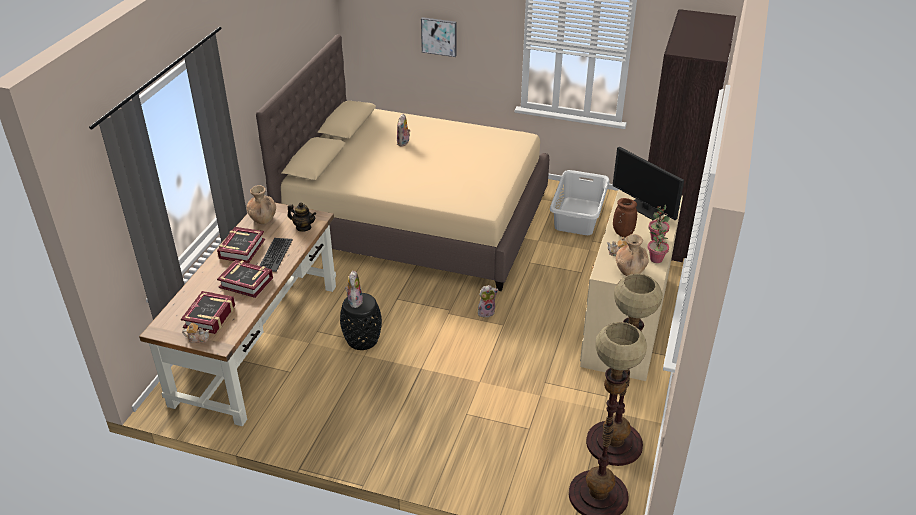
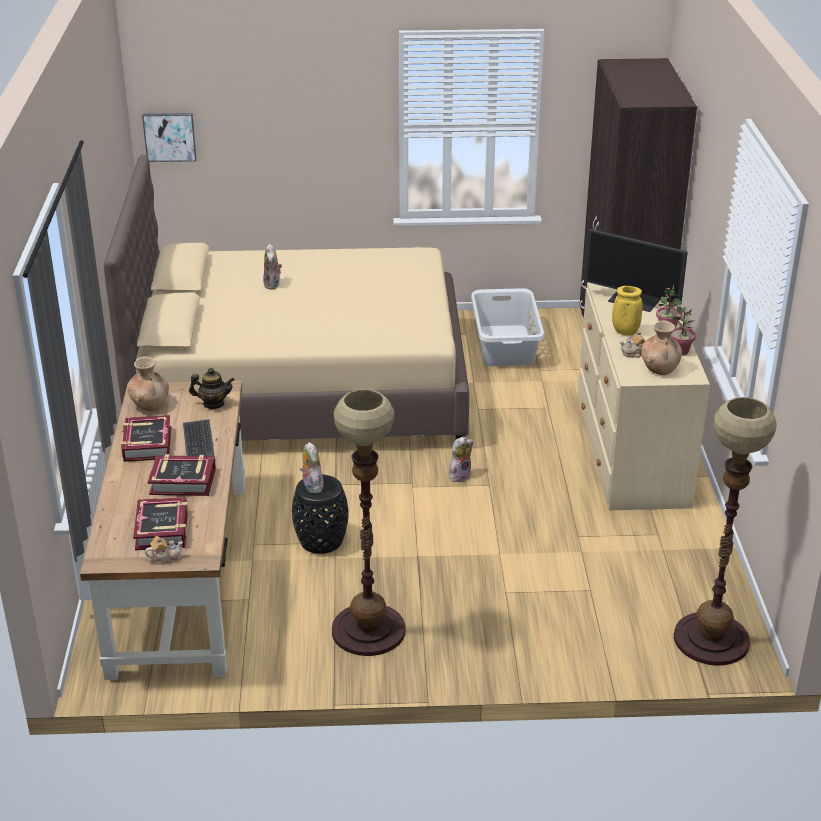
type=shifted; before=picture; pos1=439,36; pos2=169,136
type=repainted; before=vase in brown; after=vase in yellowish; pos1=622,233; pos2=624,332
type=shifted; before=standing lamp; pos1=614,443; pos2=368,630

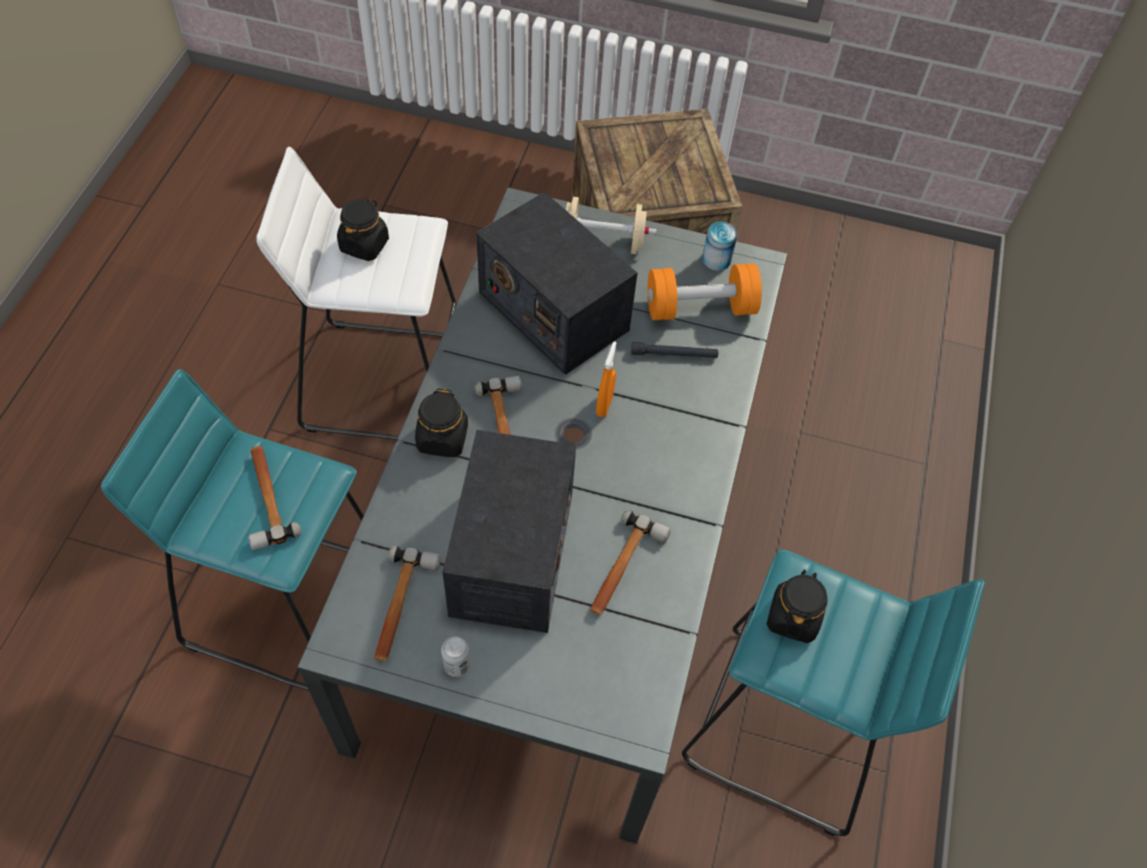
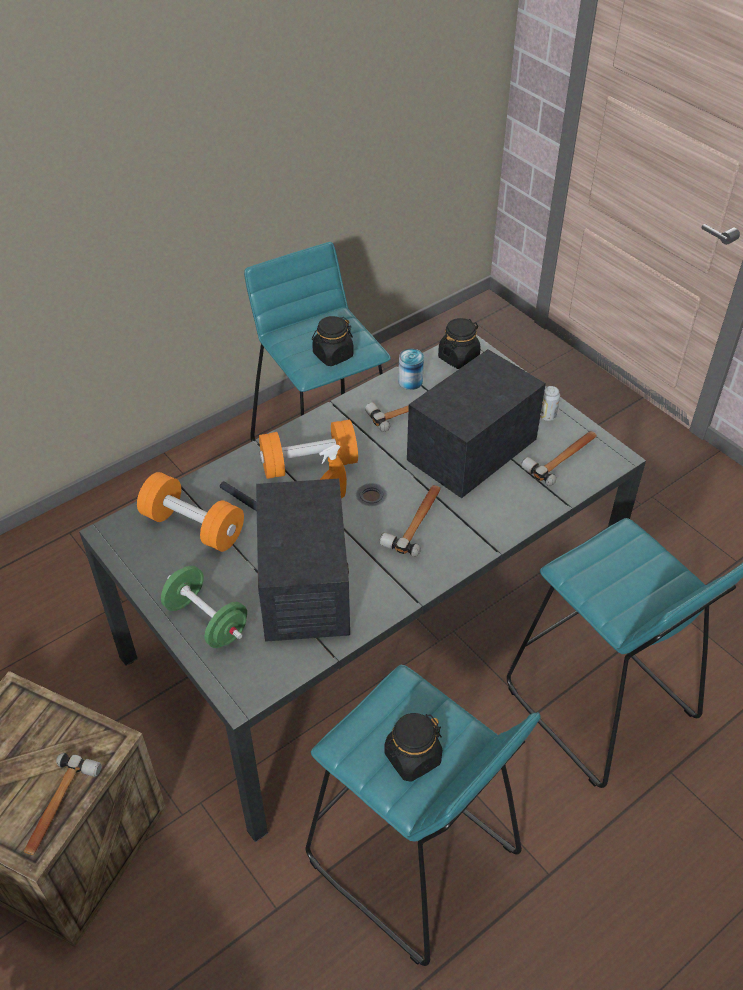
type=repainted; before=stool in whitish; after=stool in turquoise-coloured; pos1=384,381; pos2=412,859
type=repainted; before=hand weight in beige-coloured; after=hand weight in greenish; pos1=603,242; pos2=207,621
type=shifted; before=sealed can; pos1=716,259; pos2=410,381
type=shifted; before=jar in blackish; pos1=442,438; pos2=458,357
type=shifted; before=hammer; pos1=266,498; pos2=58,807
type=new; after=hand weight in orange-coloured; pos2=309,464

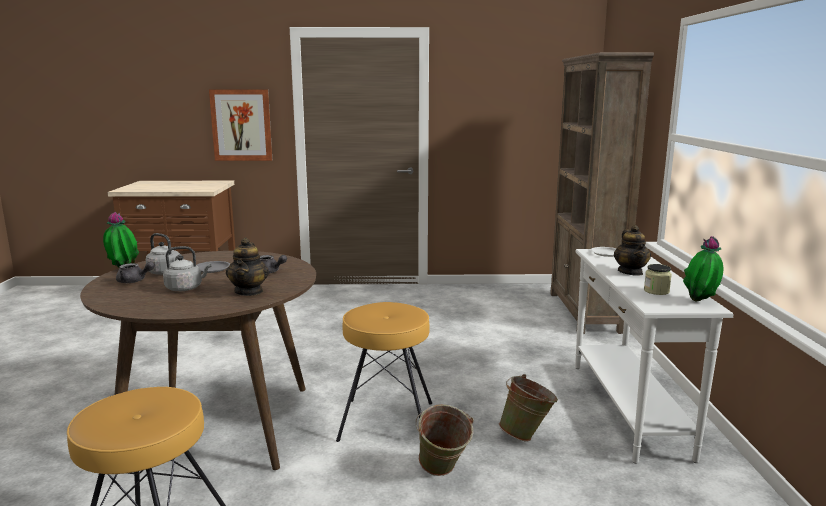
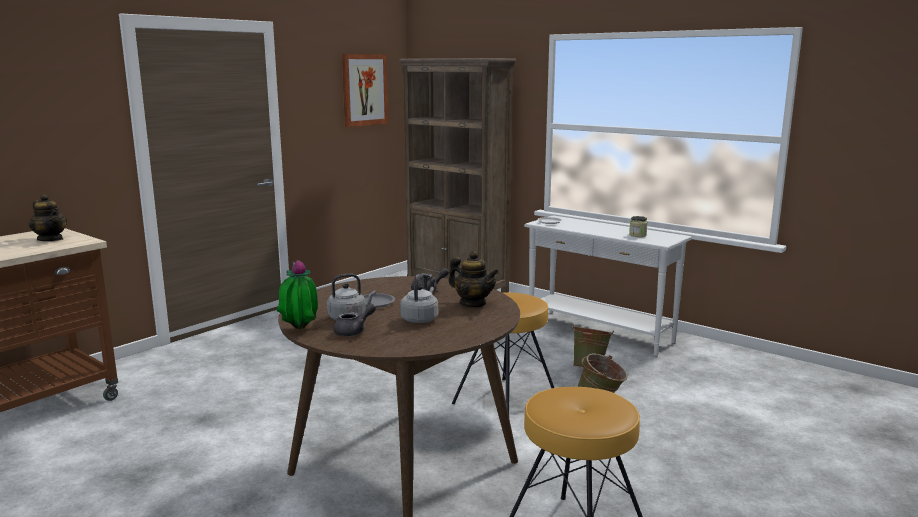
type=shifted; before=picture; pos1=241,125; pos2=364,90
type=shifted; before=pot for tea; pos1=630,272; pos2=50,239
type=gone; before=houseplant; pos1=700,302

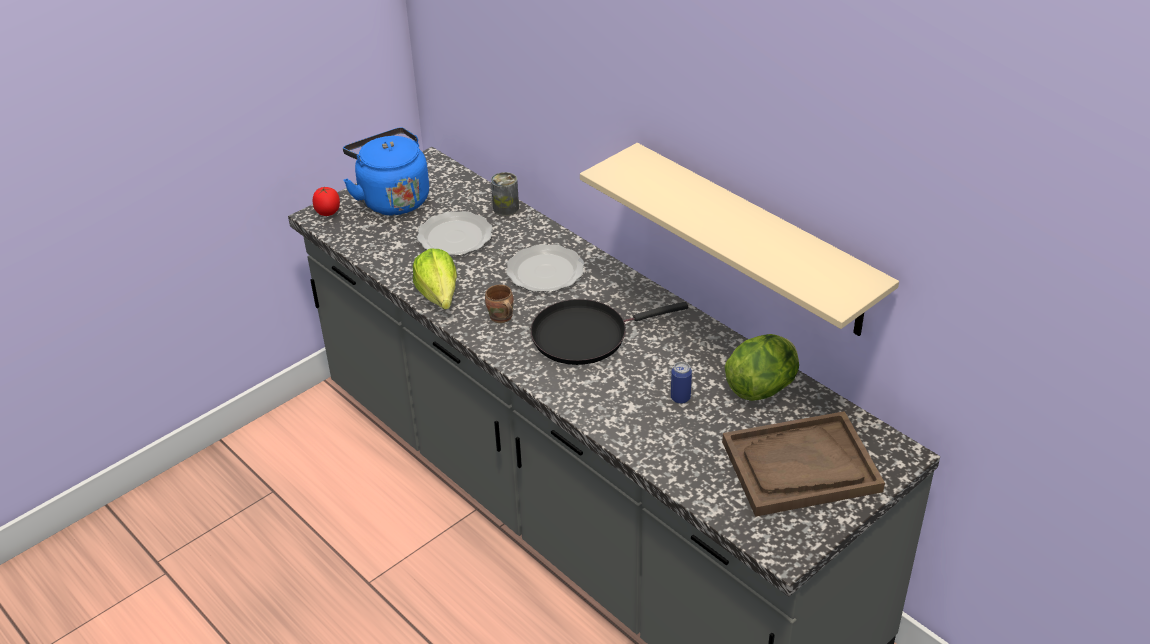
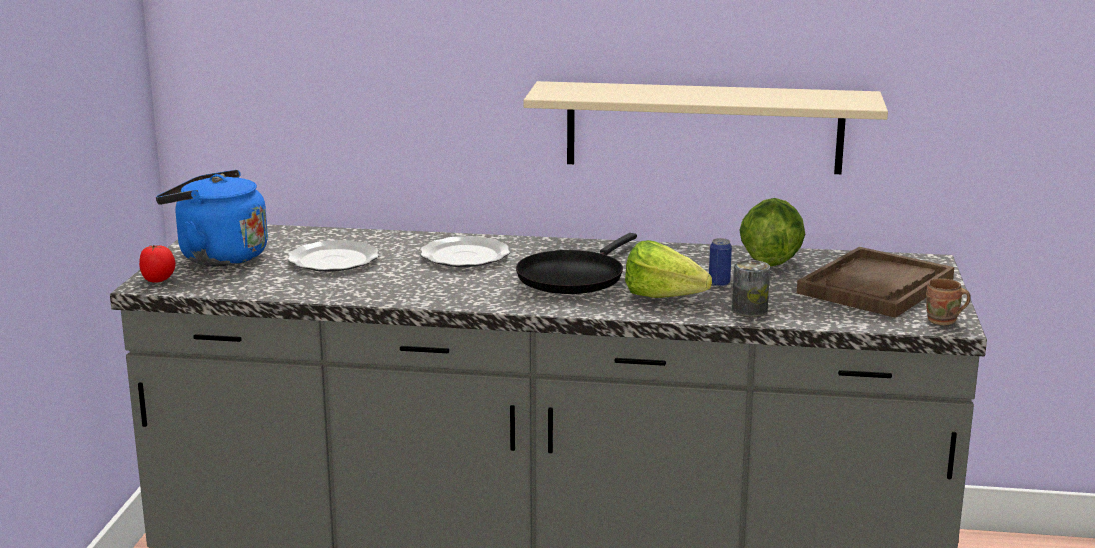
type=shifted; before=sealed can; pos1=506,208; pos2=749,310
type=shifted; before=lettuce head; pos1=439,300; pos2=669,299
type=shifted; before=mug in brown; pos1=500,318; pos2=943,321

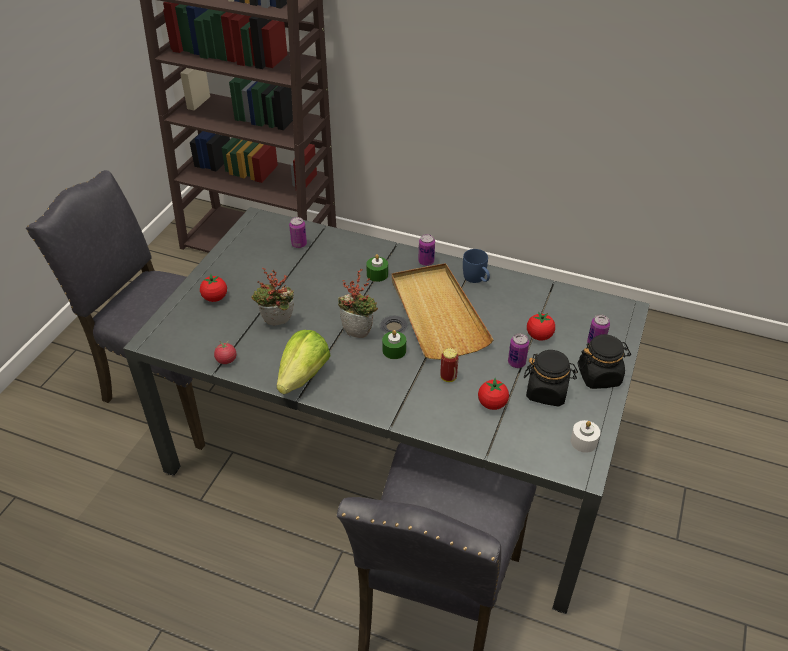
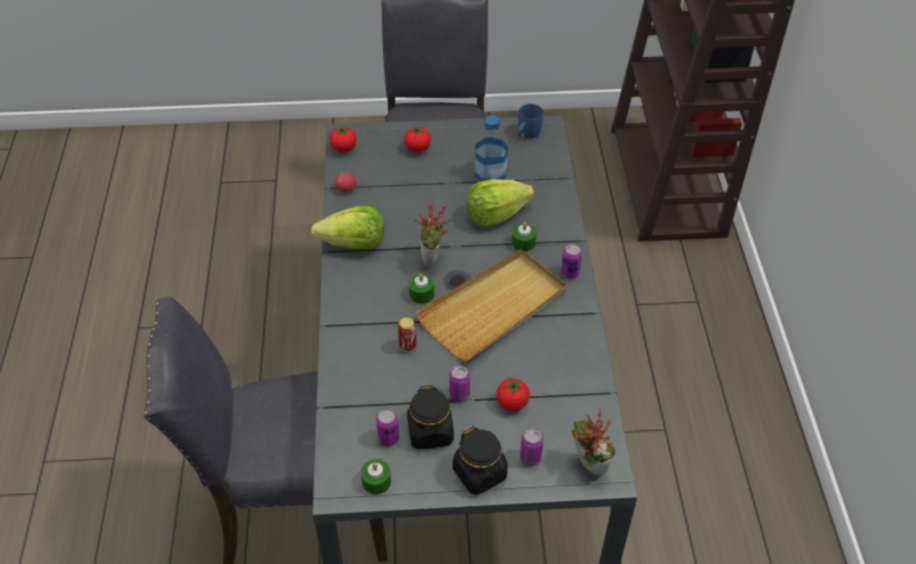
type=shifted; before=sealed can; pos1=299,244; pos2=388,438
type=shifted; before=mug in bluish; pos1=476,279; pos2=527,134
type=shifted; before=houseplant; pos1=277,324; pos2=587,467
type=shifted; before=tomato; pos1=492,404; pos2=344,148
type=repainted; before=wax light in whitish; after=wax light in greenish; pos1=583,441; pos2=376,481
type=new; after=beverage bottle; pos2=490,173
type=new; after=lettuce head; pos2=496,215

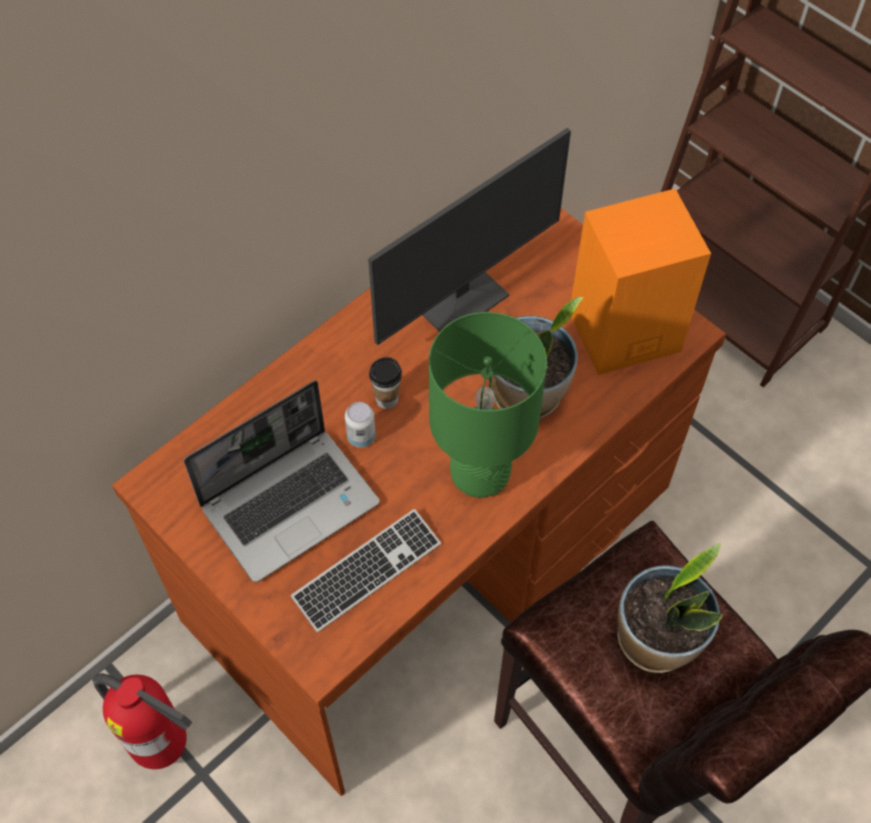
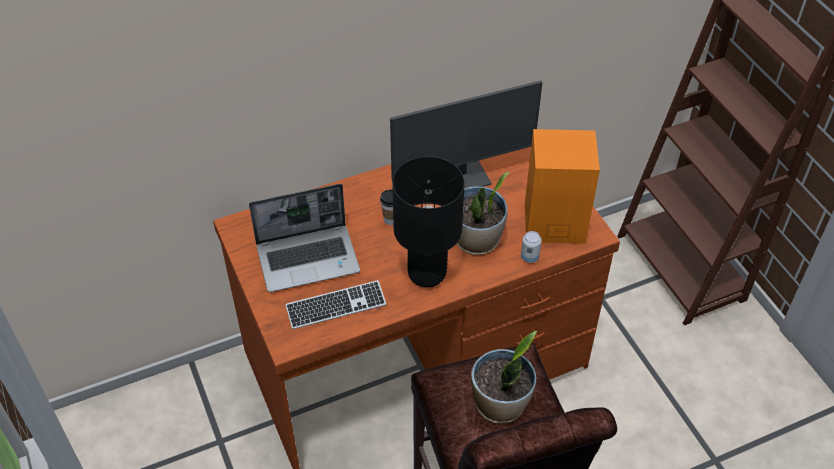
type=repainted; before=table lamp in greenish; after=table lamp in blackish; pos1=479,475; pos2=427,275
type=shifted; before=sealed can; pos1=361,437; pos2=529,257
type=gone; before=fire extinguisher; pos1=163,745

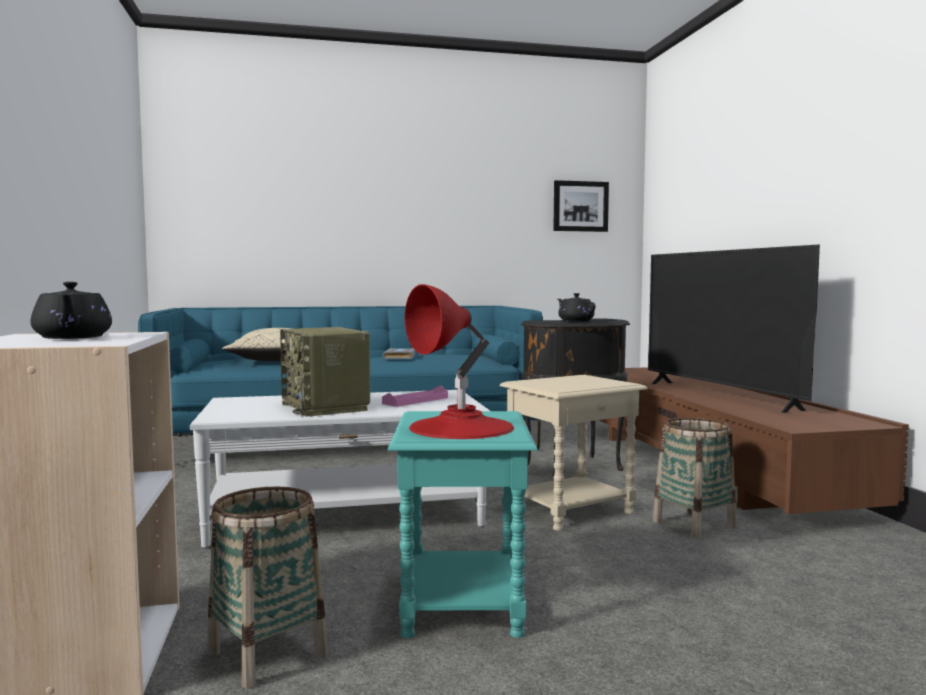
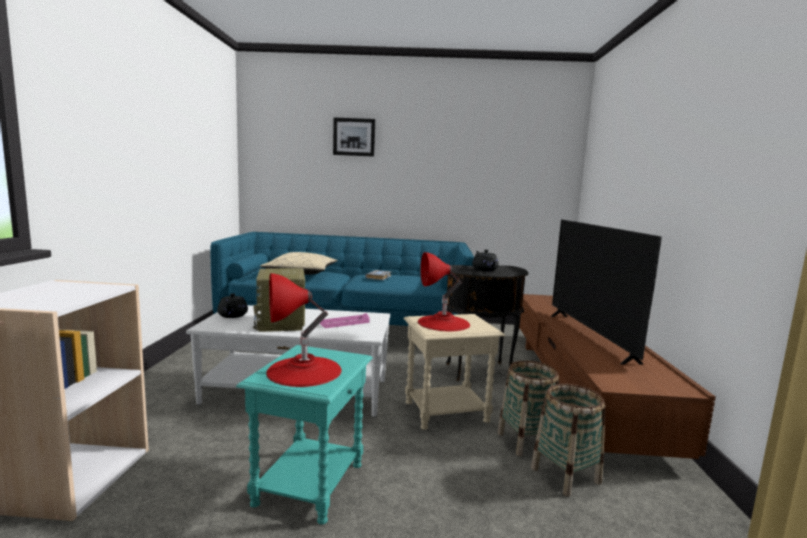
type=shifted; before=picture; pos1=580,206; pos2=354,137
type=shifted; before=pot for tea in blackish; pos1=72,337; pos2=232,316
type=shifted; before=storage basket; pos1=267,653; pos2=565,475
type=new; after=table lamp in red-coloured; pos2=443,323

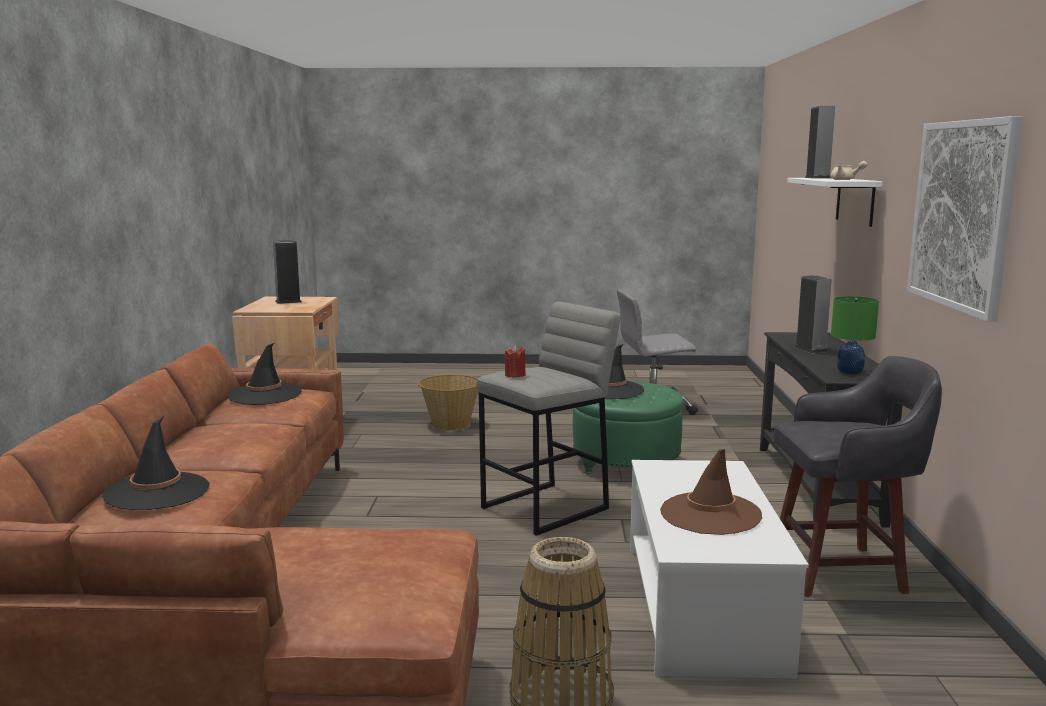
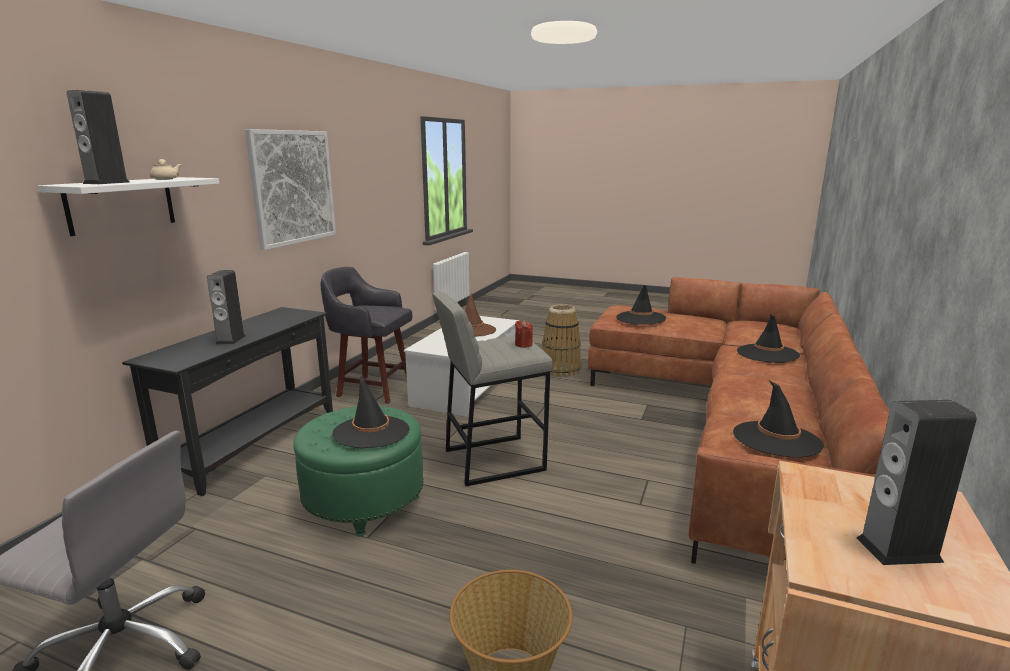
type=gone; before=table lamp in greenish; pos1=850,372
type=new; after=clothing hat in blackish; pos2=640,318

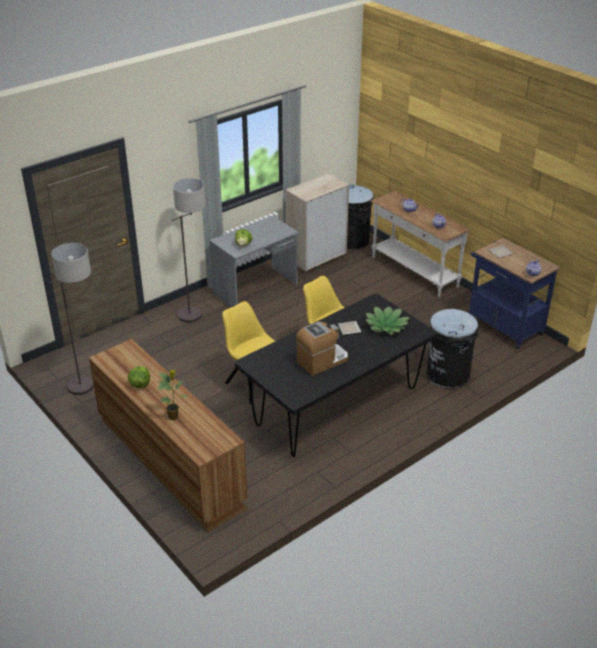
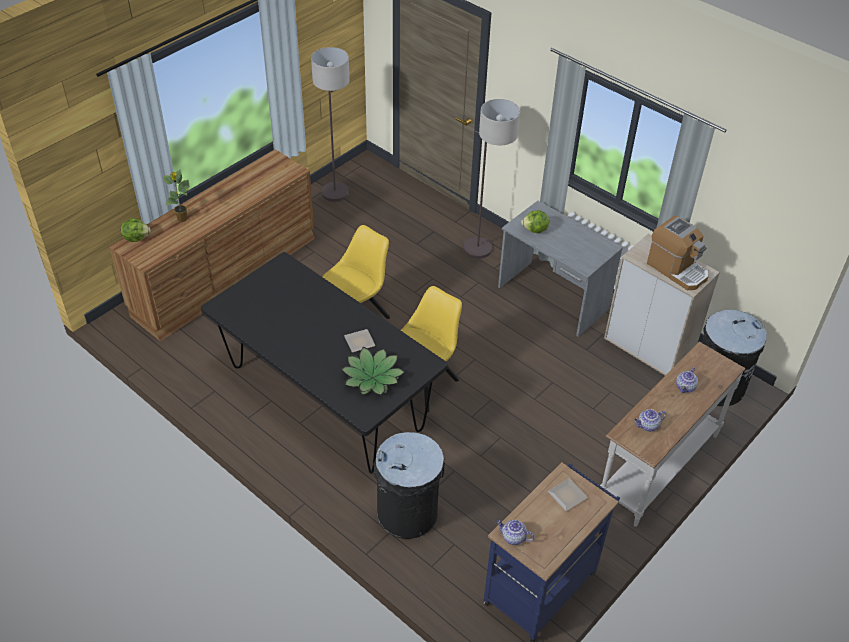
type=shifted; before=coffee machine; pos1=322,361; pos2=677,269
type=shifted; before=lettuce head; pos1=140,384; pos2=136,237

